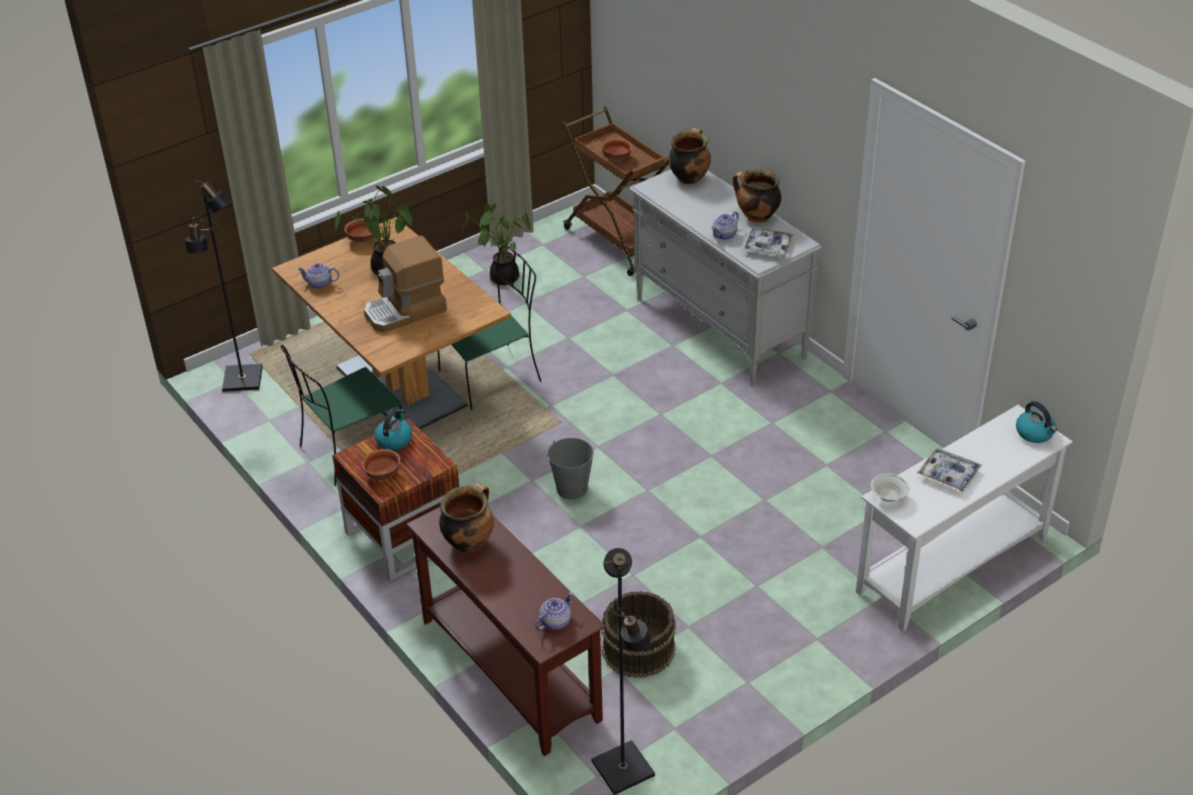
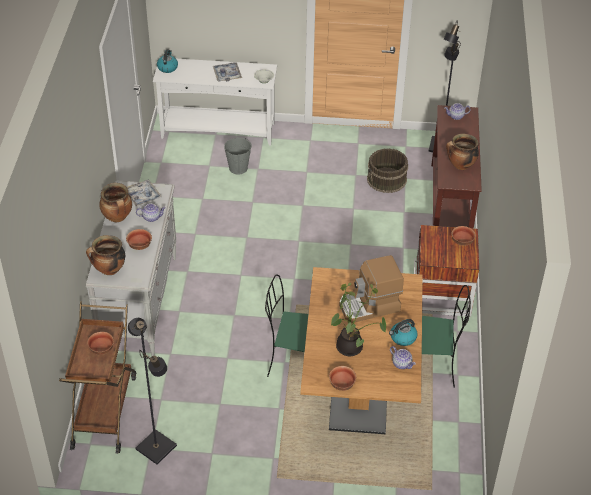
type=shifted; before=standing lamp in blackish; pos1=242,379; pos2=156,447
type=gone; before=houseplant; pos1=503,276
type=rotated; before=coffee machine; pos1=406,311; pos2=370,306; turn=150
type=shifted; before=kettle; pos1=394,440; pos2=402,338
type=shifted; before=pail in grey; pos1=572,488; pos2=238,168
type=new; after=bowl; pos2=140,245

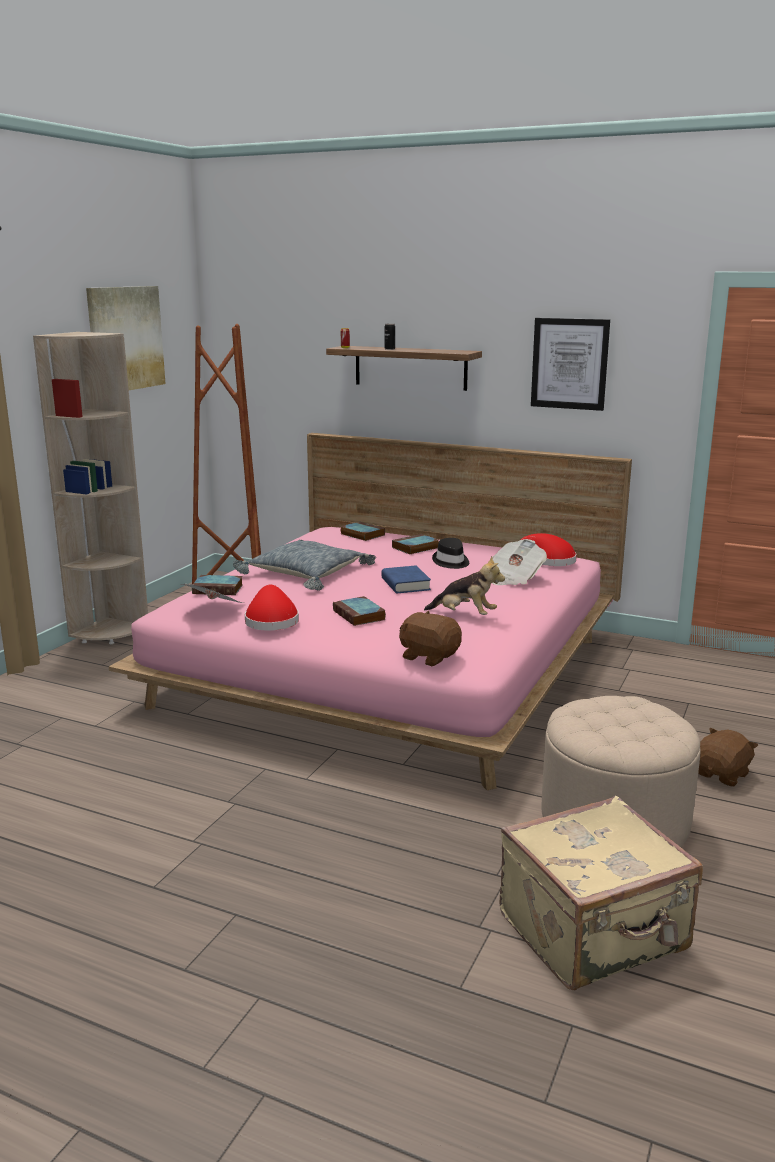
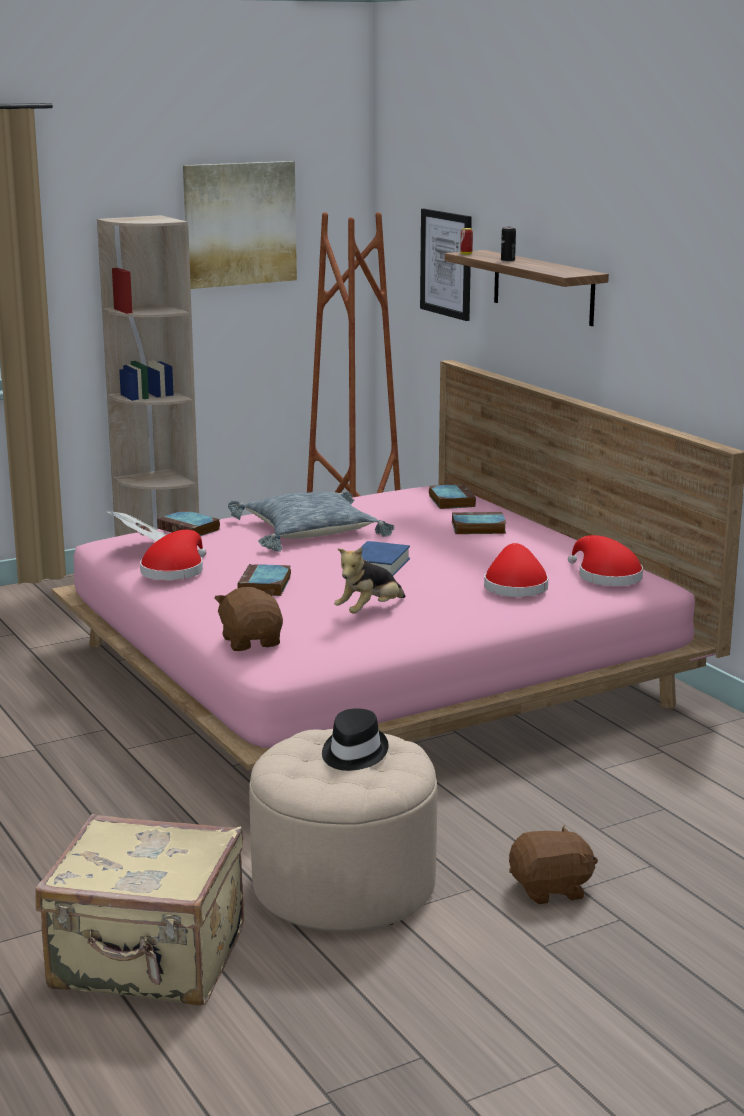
type=shifted; before=picture; pos1=569,363; pos2=446,263
type=shifted; before=clothing hat in blackish; pos1=451,562; pos2=353,753
type=swapped; before=printed paper; after=clothing hat in red-coloured; pos1=514,578; pos2=515,586
type=rotated; before=plush toy; pos1=464,615; pos2=370,611; turn=75

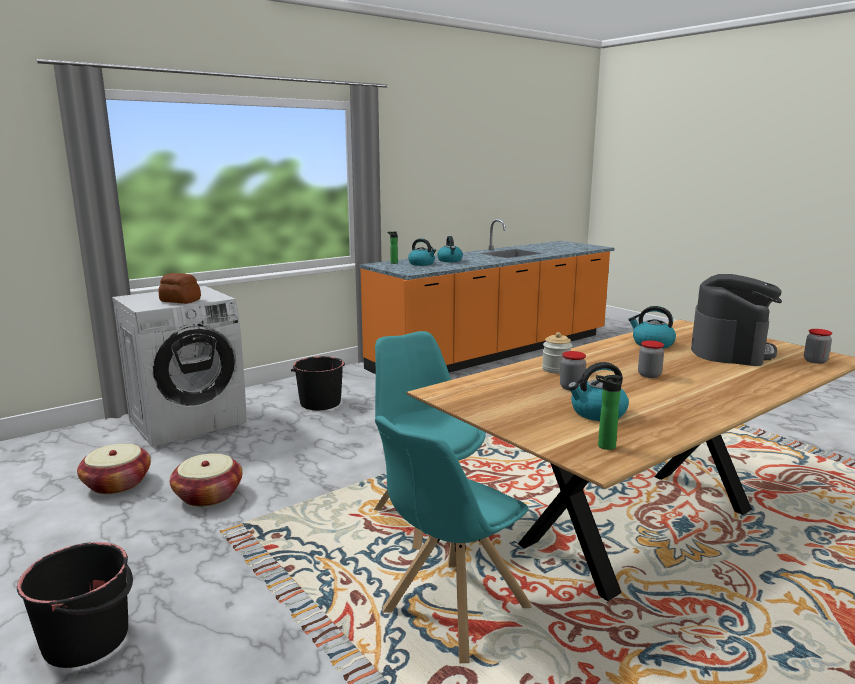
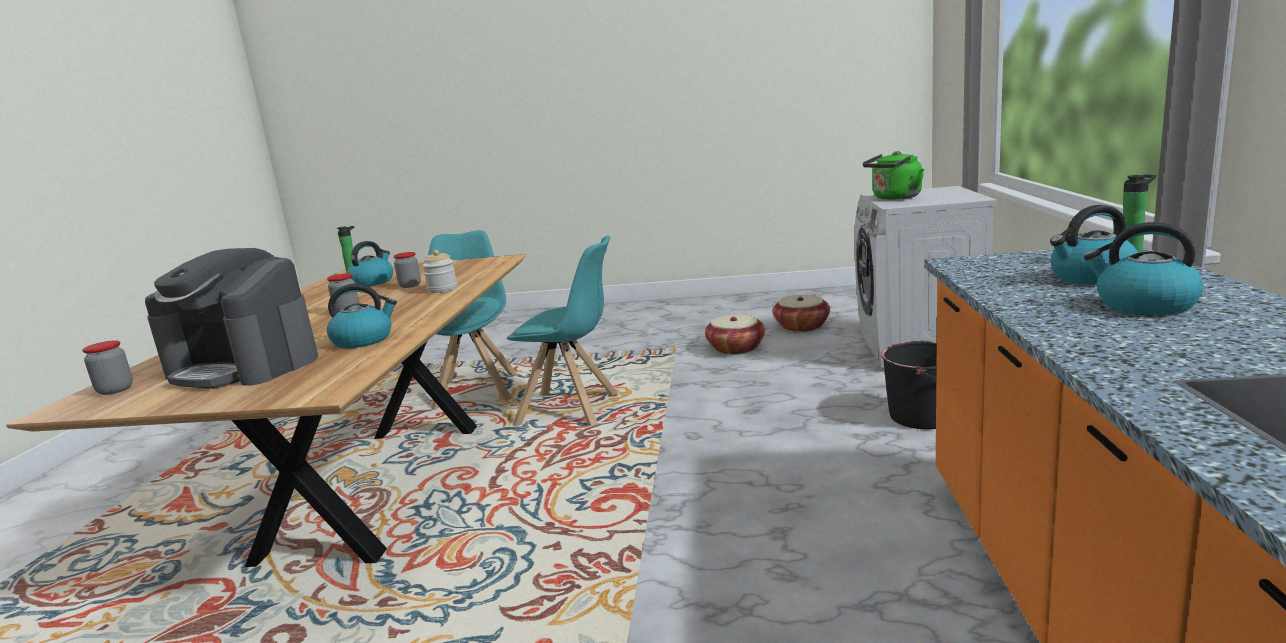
type=swapped; before=bread; after=kettle in greenish; pos1=180,301; pos2=894,198
type=rotated; before=coffee machine; pos1=730,350; pos2=244,367; turn=-45
type=gone; before=pail in blackish; pos1=88,639

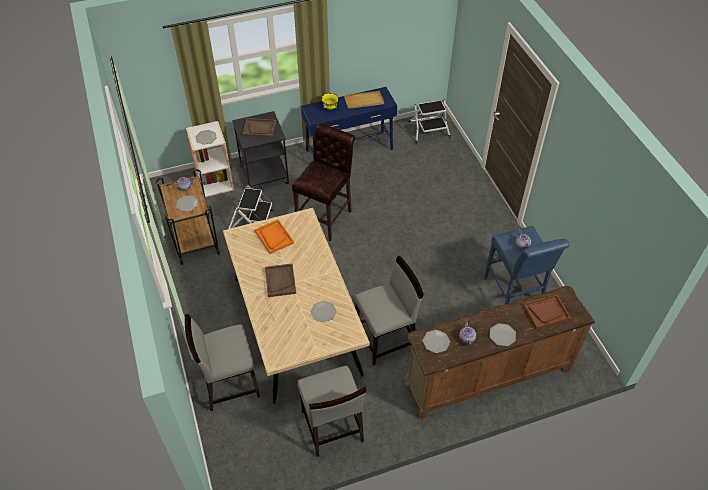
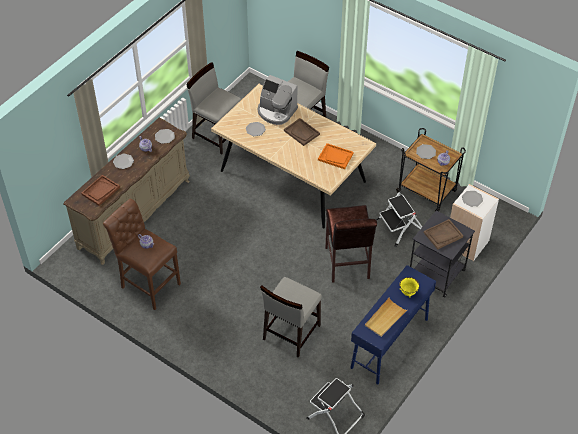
type=repainted; before=stool in bluish; after=stool in brown; pos1=514,294; pos2=148,284
type=shifted; before=plain chair in grey; pos1=386,339; pos2=291,332
type=new; after=coffee machine; pos2=276,111

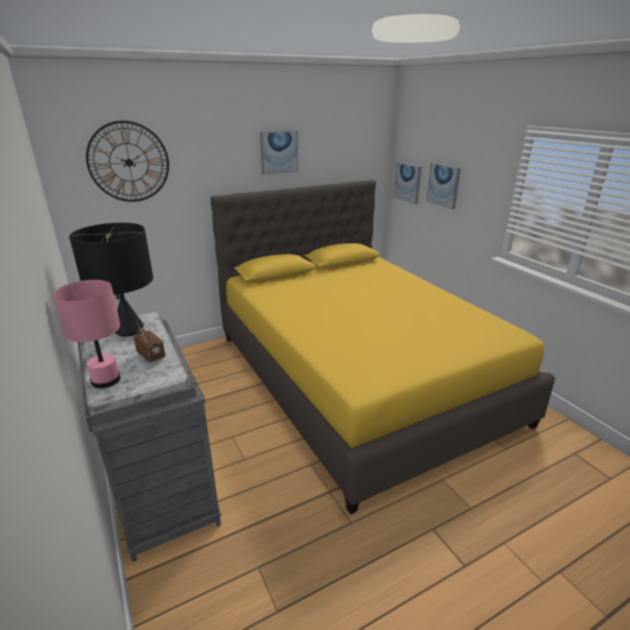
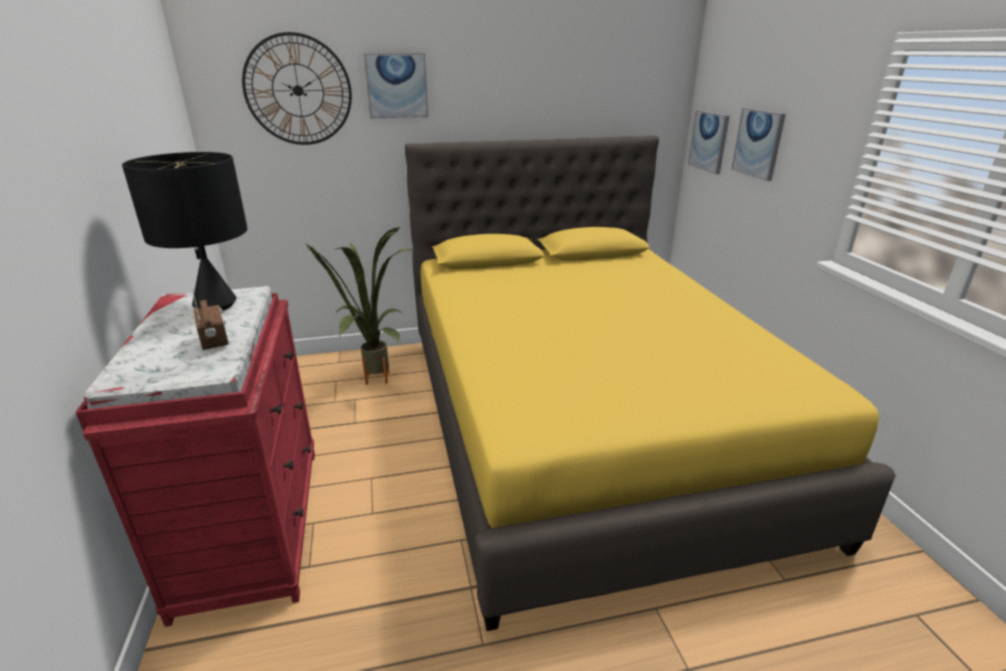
type=shifted; before=picture; pos1=279,152; pos2=397,86
type=gone; before=table lamp in pink-coloured; pos1=106,380
type=repainted; before=drawer chest in grey; after=drawer chest in red-coloured; pos1=161,483; pos2=252,524
type=new; after=houseplant; pos2=374,383

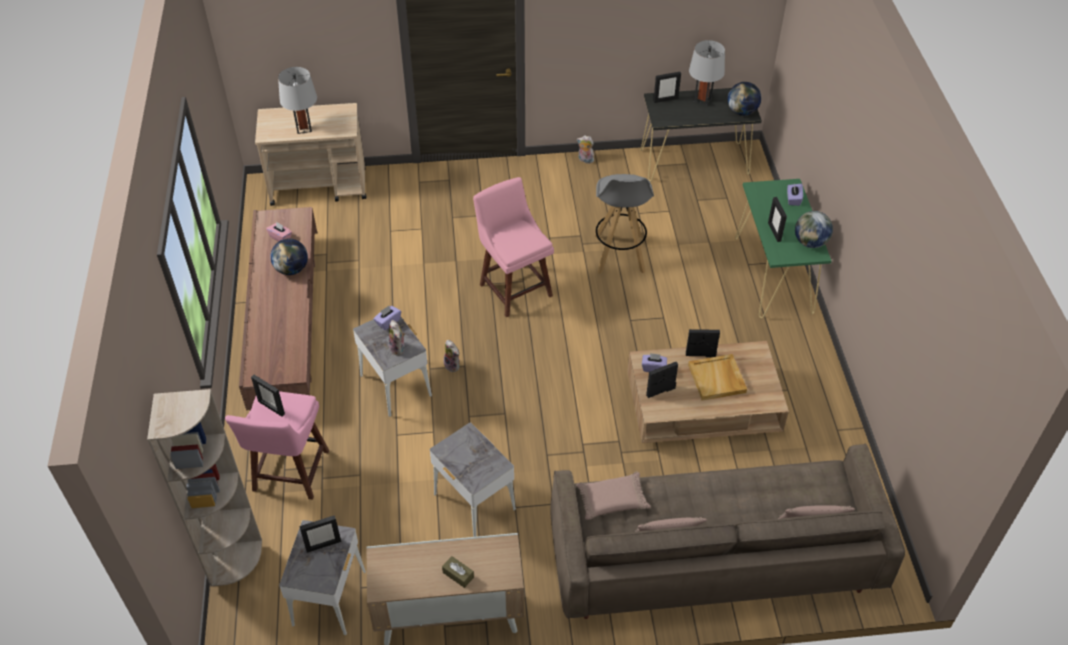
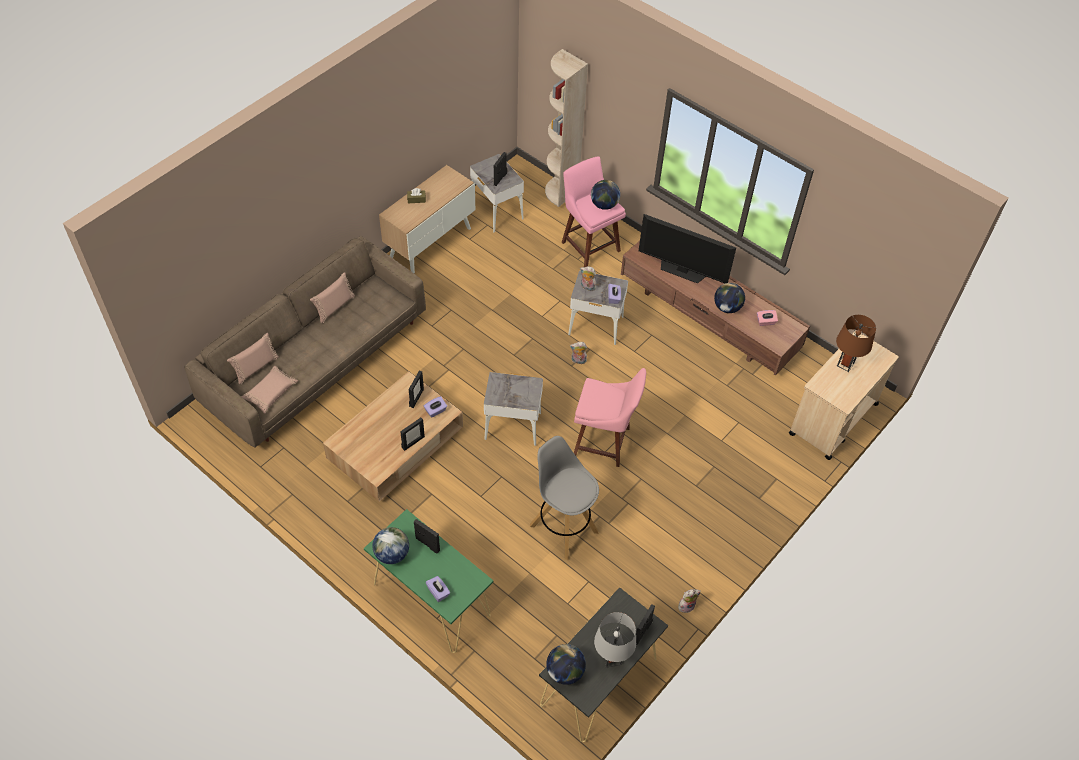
type=repainted; before=table lamp in grey; after=table lamp in brown; pos1=304,128; pos2=845,364
type=gone; before=serving tray in beige-coloured; pos1=717,379
type=swapped; before=picture frame; after=desk globe; pos1=272,407; pos2=604,205
type=shifted; before=end table; pos1=474,503; pos2=512,425
type=shifted; before=cushion in beige-coloured; pos1=612,498; pos2=270,391
type=new; after=TV; pos2=682,270

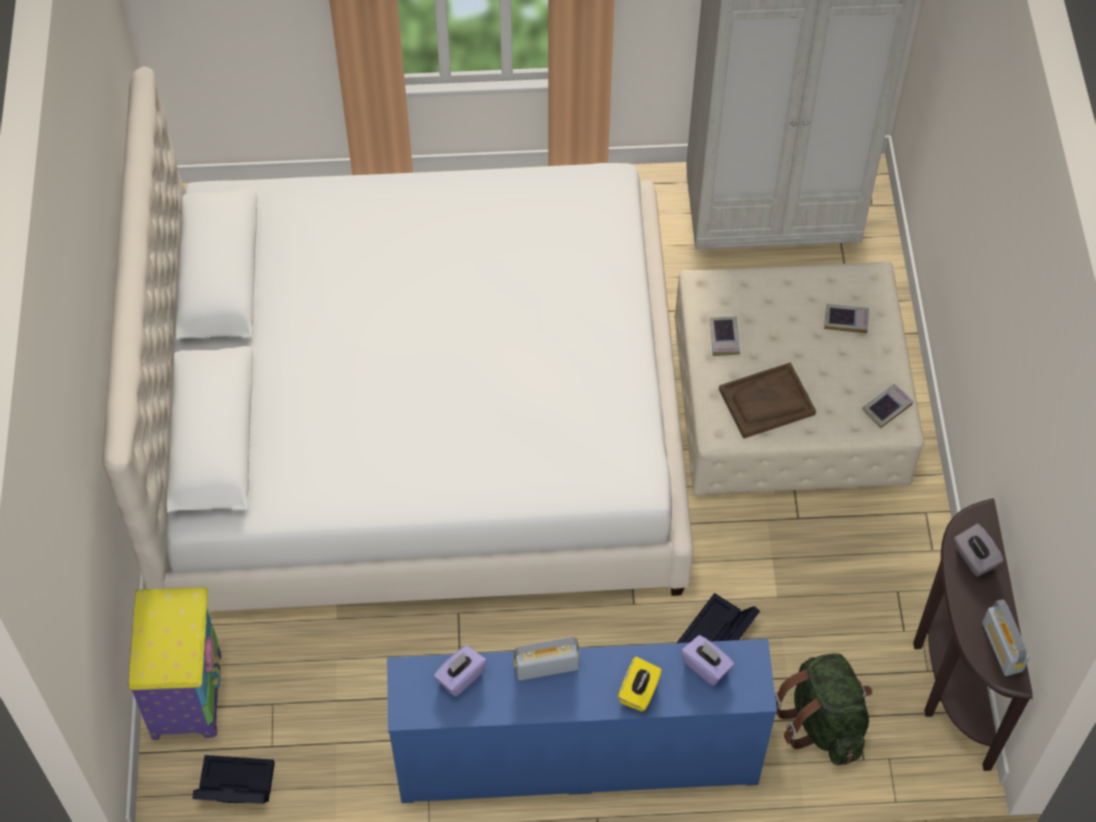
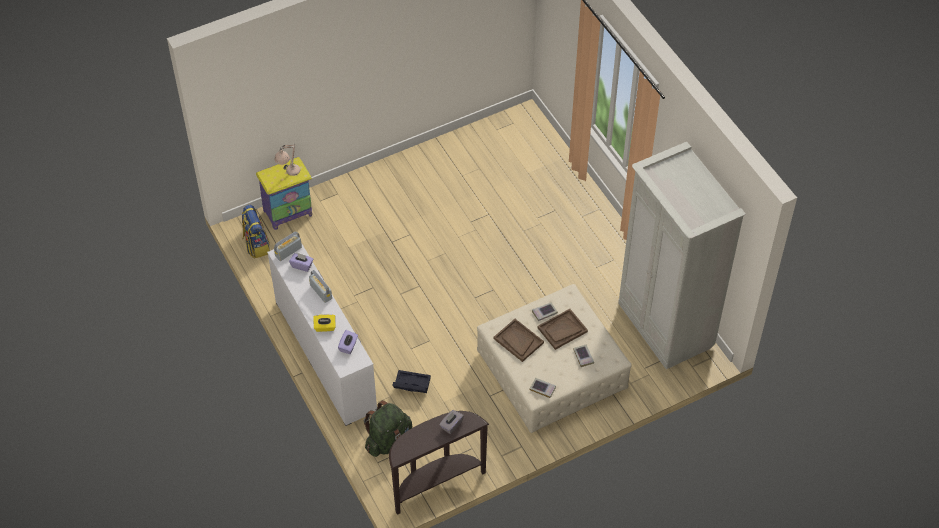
type=gone; before=bedroom bed in whitish; pos1=417,420
type=shifted; before=radio; pos1=1002,647; pos2=288,252
type=repainted; before=drawer chest in bluish; after=drawer chest in whitish; pos1=577,758; pos2=325,355
type=swapped; before=storage container in blackish; after=rucksack; pos1=233,786; pos2=256,245
type=new; after=table lamp in beige-coloured; pos2=289,175
type=new; after=serving tray in brown; pos2=562,330

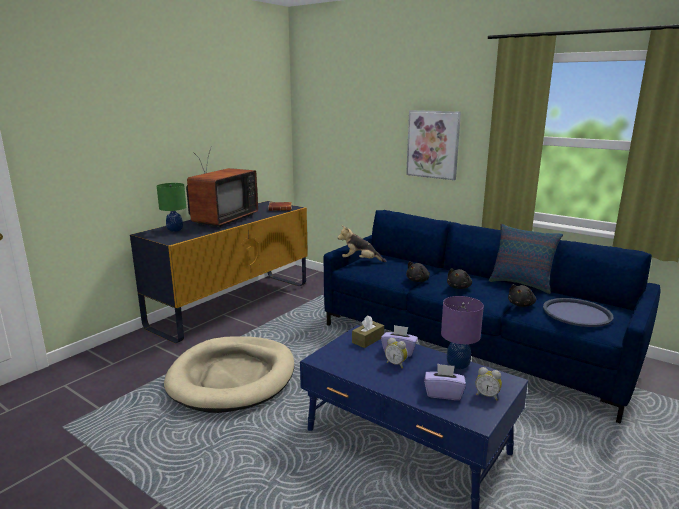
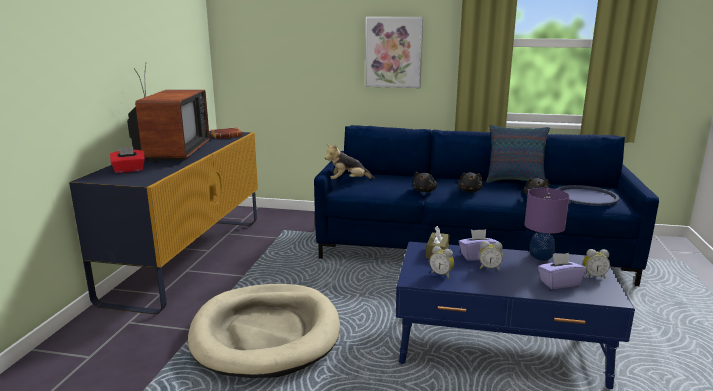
type=swapped; before=table lamp in greenish; after=tissue box in red-coloured; pos1=176,230; pos2=129,170
type=new; after=alarm clock; pos2=441,274

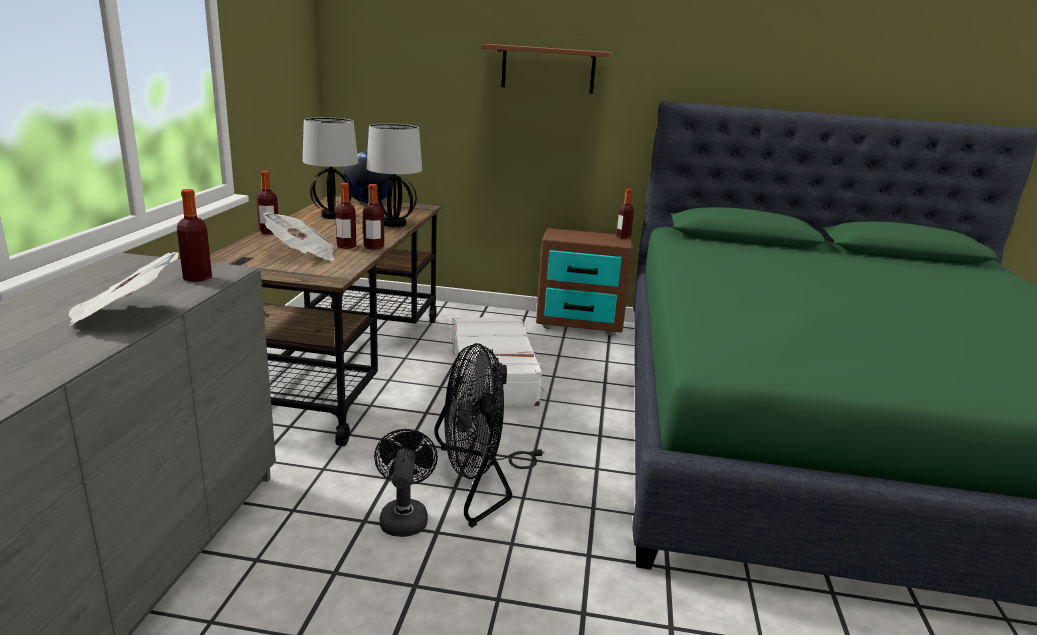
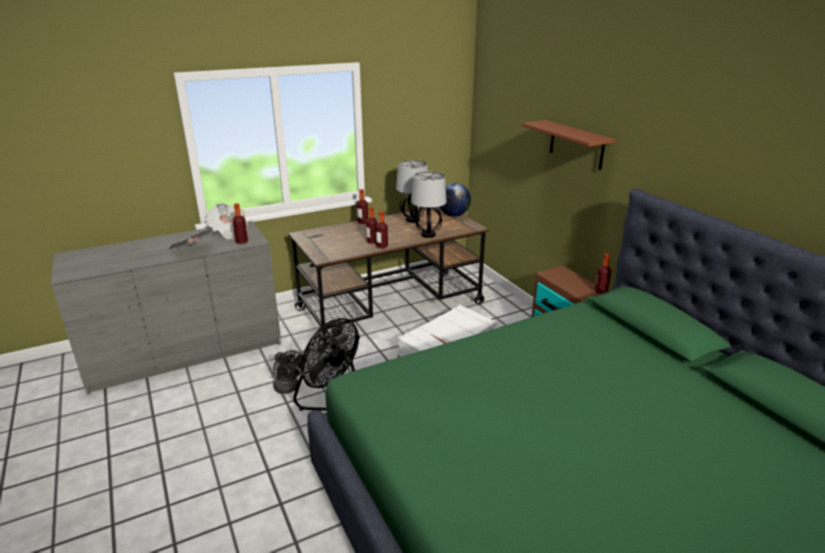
type=shifted; before=printed paper; pos1=302,255; pos2=228,231
type=rotated; before=fan in blackish; pos1=404,516; pos2=288,388; turn=90

